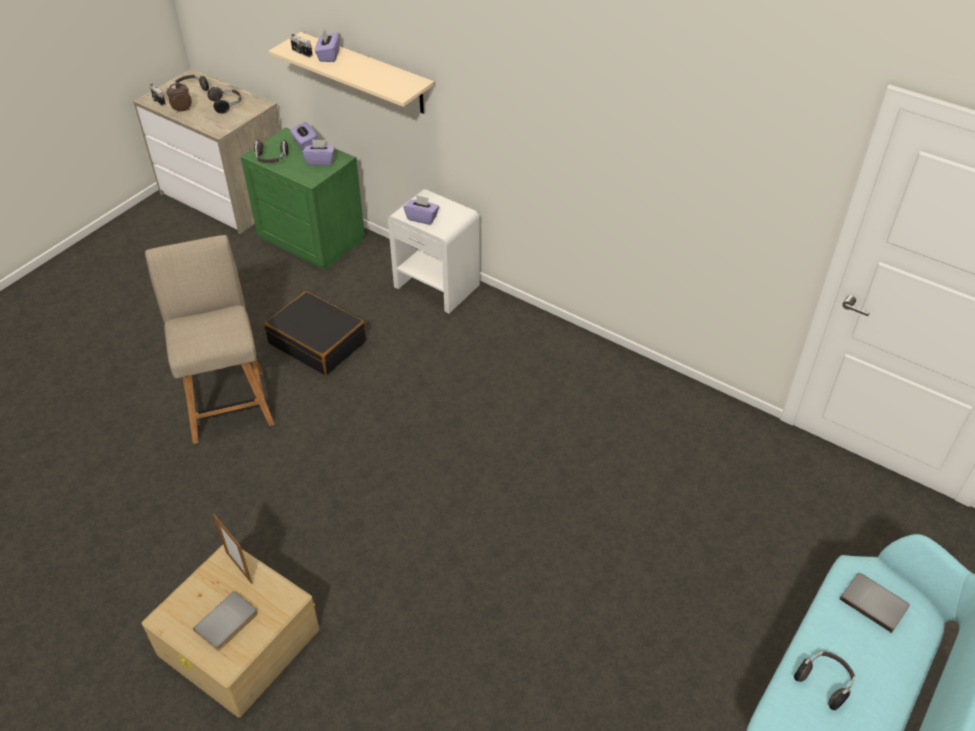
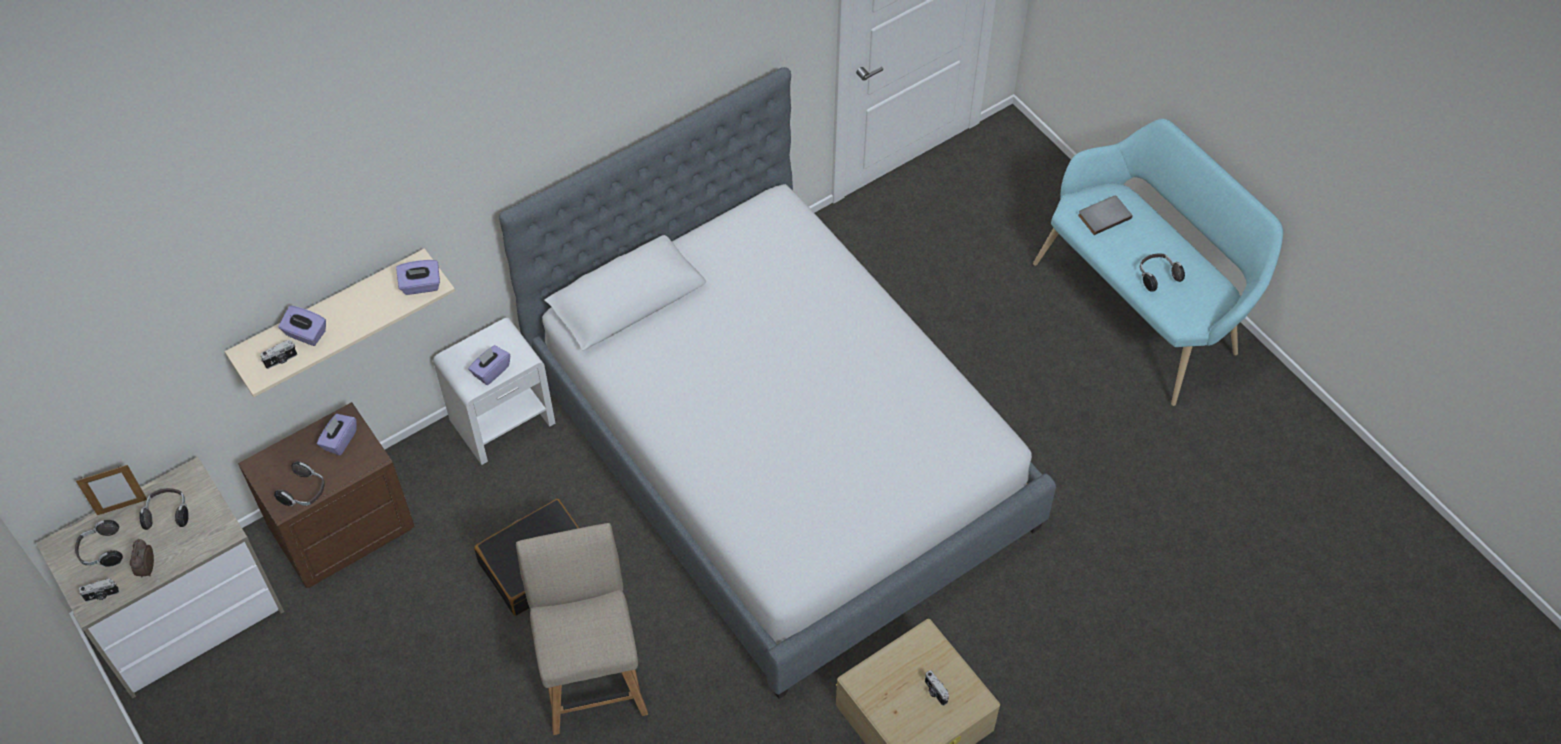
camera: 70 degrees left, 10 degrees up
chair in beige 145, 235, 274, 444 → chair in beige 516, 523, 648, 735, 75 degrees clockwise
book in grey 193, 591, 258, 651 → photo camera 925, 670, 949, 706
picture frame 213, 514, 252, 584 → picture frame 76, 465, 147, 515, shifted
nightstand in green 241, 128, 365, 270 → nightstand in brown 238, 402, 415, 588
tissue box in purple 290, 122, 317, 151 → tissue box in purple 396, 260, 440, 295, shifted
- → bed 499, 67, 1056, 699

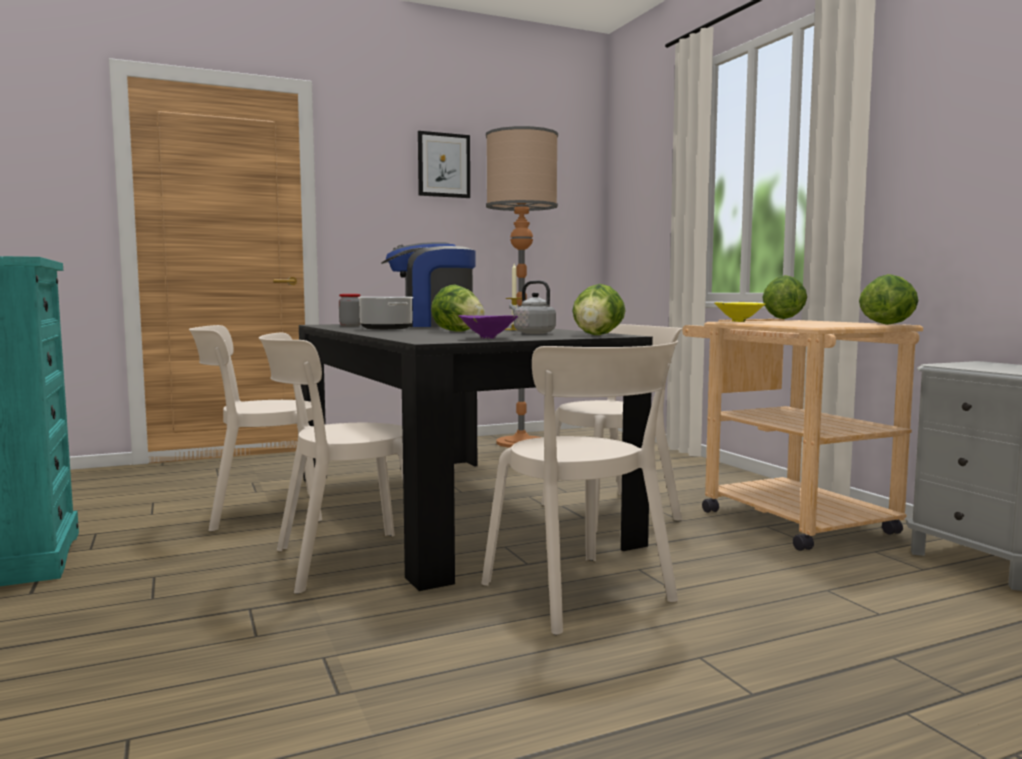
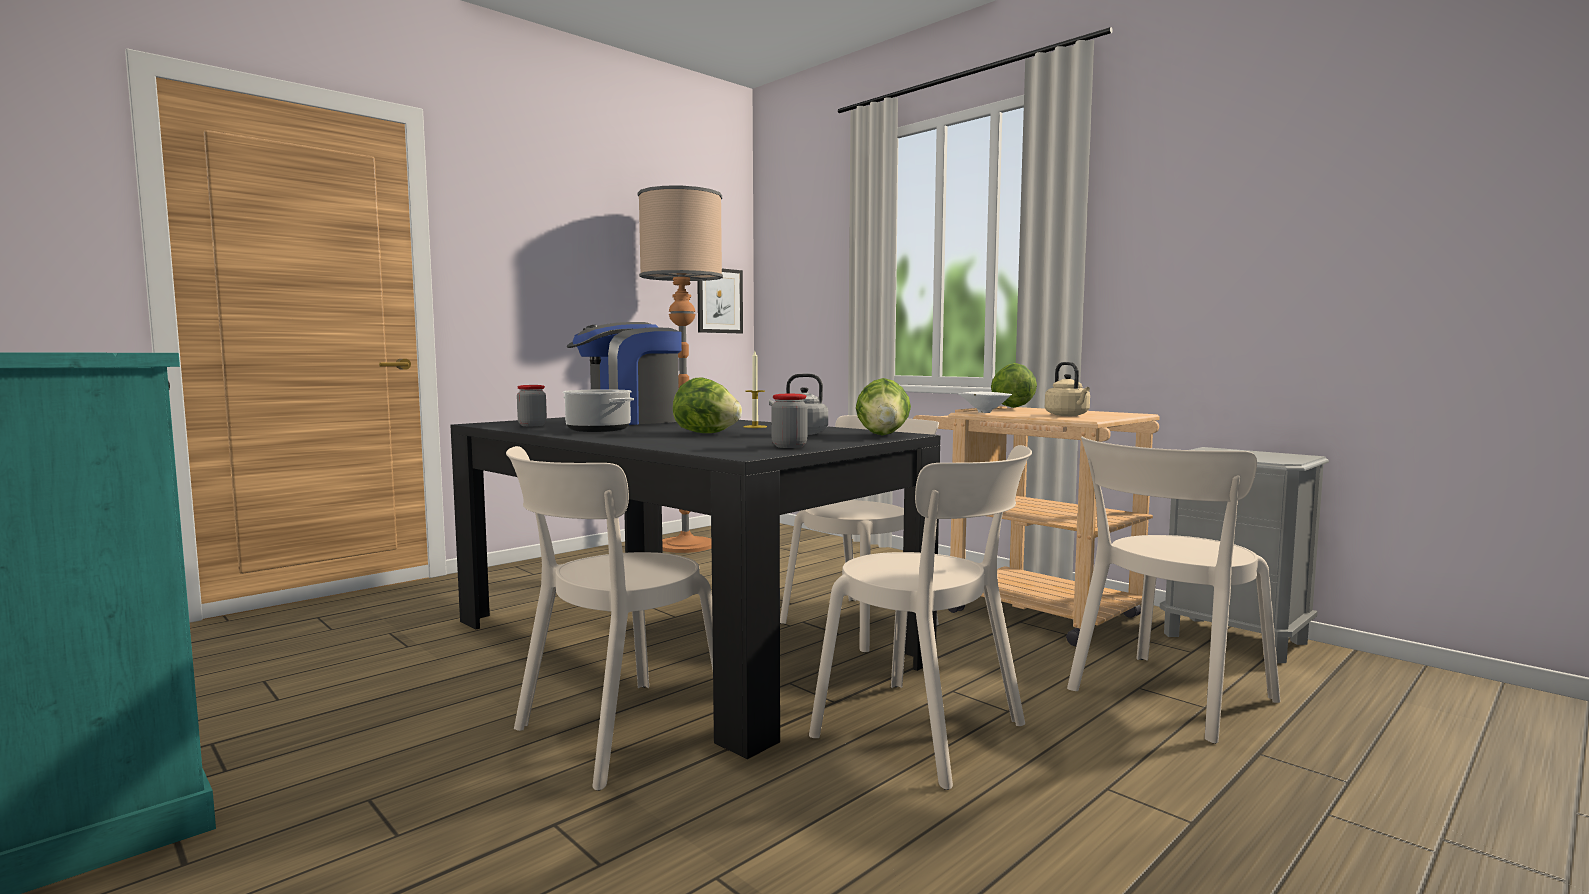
camera: 20 degrees left, 0 degrees up
chair in beige 189, 325, 322, 532 → chair in beige 1067, 437, 1281, 744, shifted
picture 418, 131, 470, 198 → picture 697, 269, 743, 333, shifted
bowl in purple 458, 315, 518, 339 → jar 771, 394, 808, 448
bowl in yellow 714, 302, 765, 322 → bowl in white 958, 392, 1012, 413
lettuce 859, 274, 918, 325 → -
- → kettle in beige 1045, 362, 1090, 416

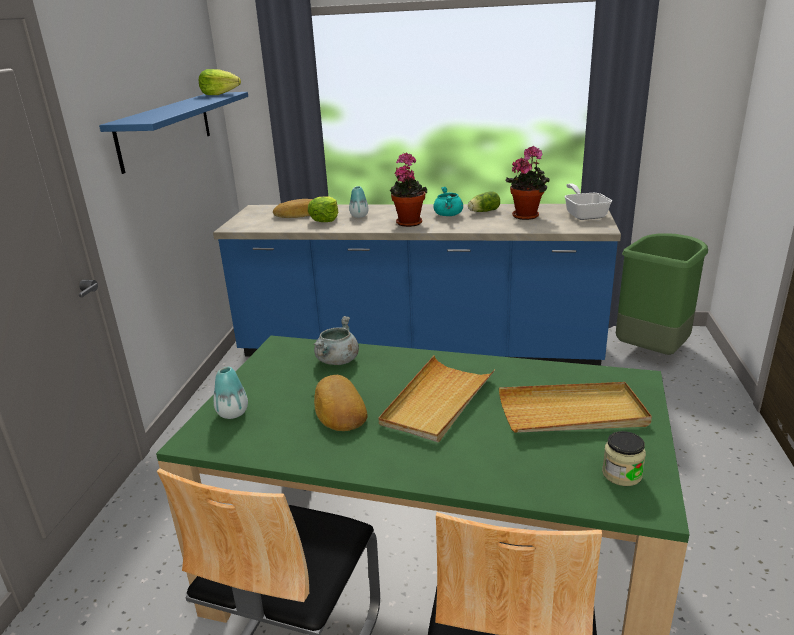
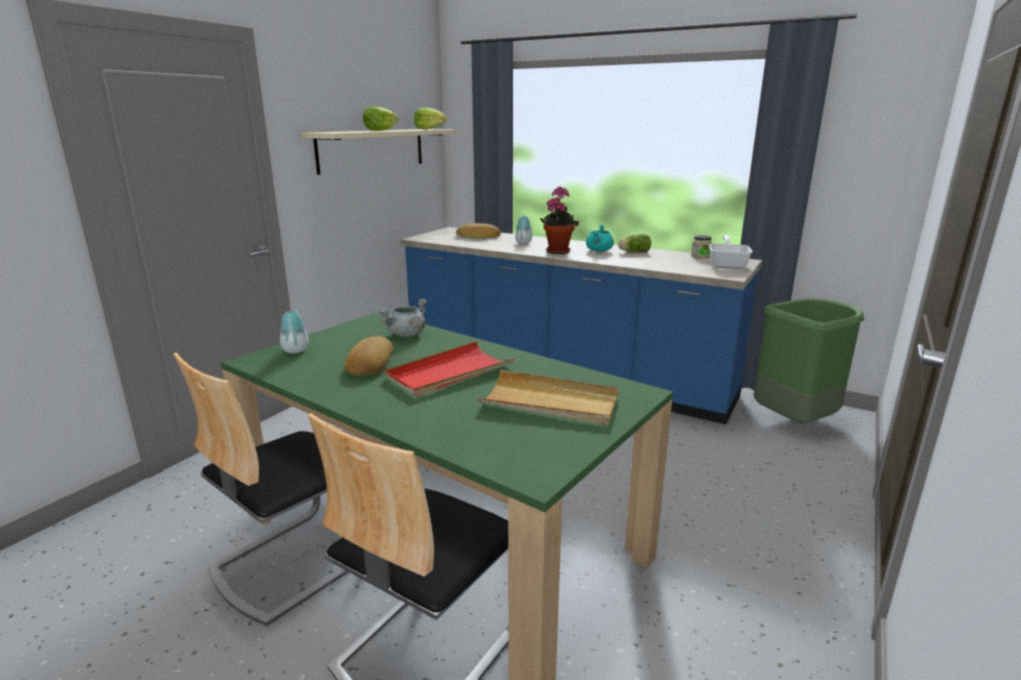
camera: 20 degrees right, 5 degrees down
shelf in blue 99, 92, 248, 174 → shelf in beige 301, 129, 455, 175
lettuce 308, 196, 338, 222 → lettuce 363, 107, 398, 131, shifted
tray in beige 379, 355, 495, 442 → tray in red 384, 341, 514, 397
potted plant 505, 146, 550, 220 → -
jar 602, 431, 646, 486 → jar 691, 235, 712, 258, shifted

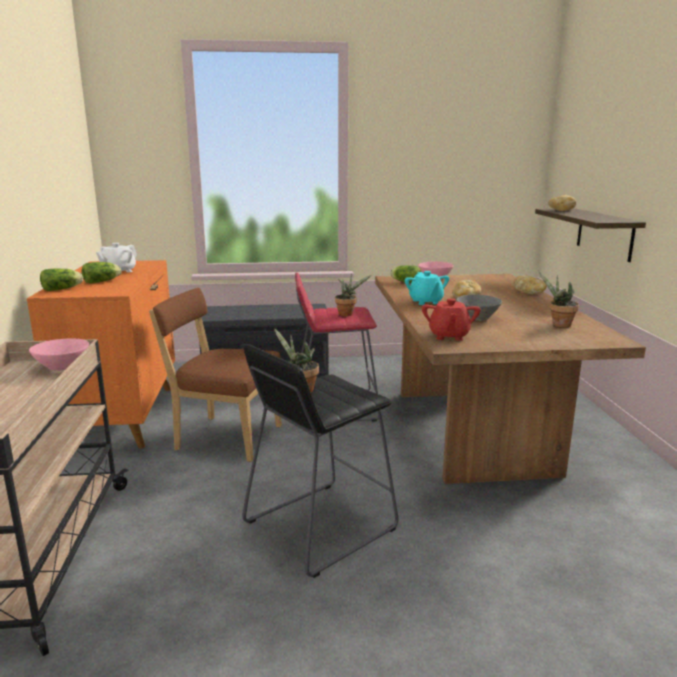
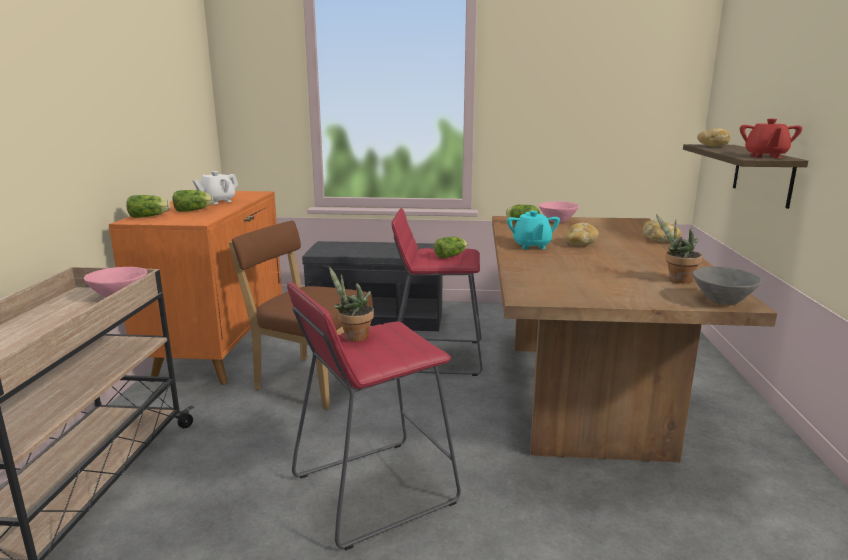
camera: 10 degrees right, 0 degrees up
stool in black 242, 344, 398, 578 → stool in red 287, 282, 461, 551
potted plant 335, 274, 371, 316 → lettuce 434, 237, 467, 258
teapot in red 422, 298, 481, 341 → teapot in red 740, 119, 802, 158, shifted
bowl in grey 456, 294, 502, 321 → bowl in grey 693, 266, 762, 305, shifted

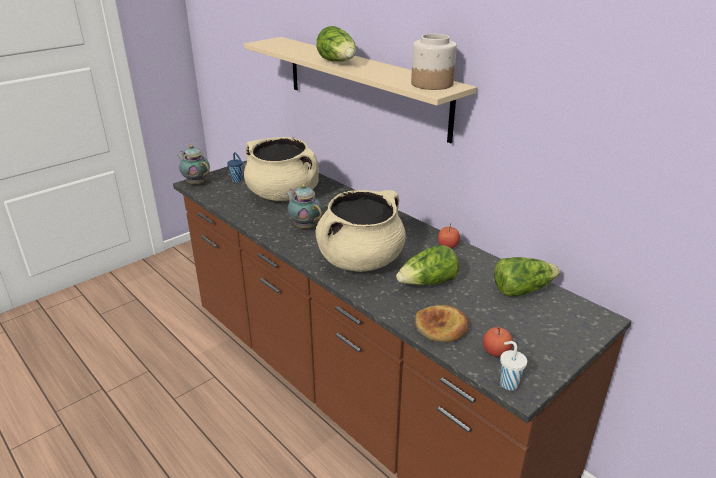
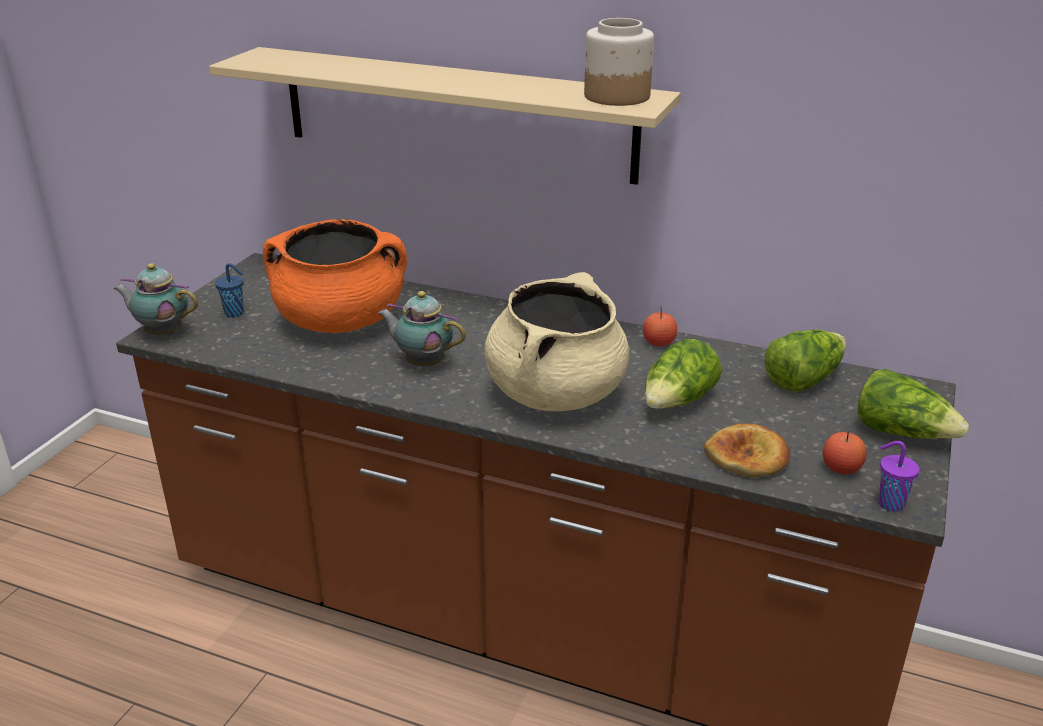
camera: 25 degrees left, 0 degrees up
cooking pot in beige 244, 137, 319, 201 → cooking pot in orange 263, 219, 407, 333
lettuce 316, 26, 356, 61 → lettuce 858, 369, 969, 439, shifted
cup in white 500, 341, 527, 390 → cup in purple 878, 441, 920, 512

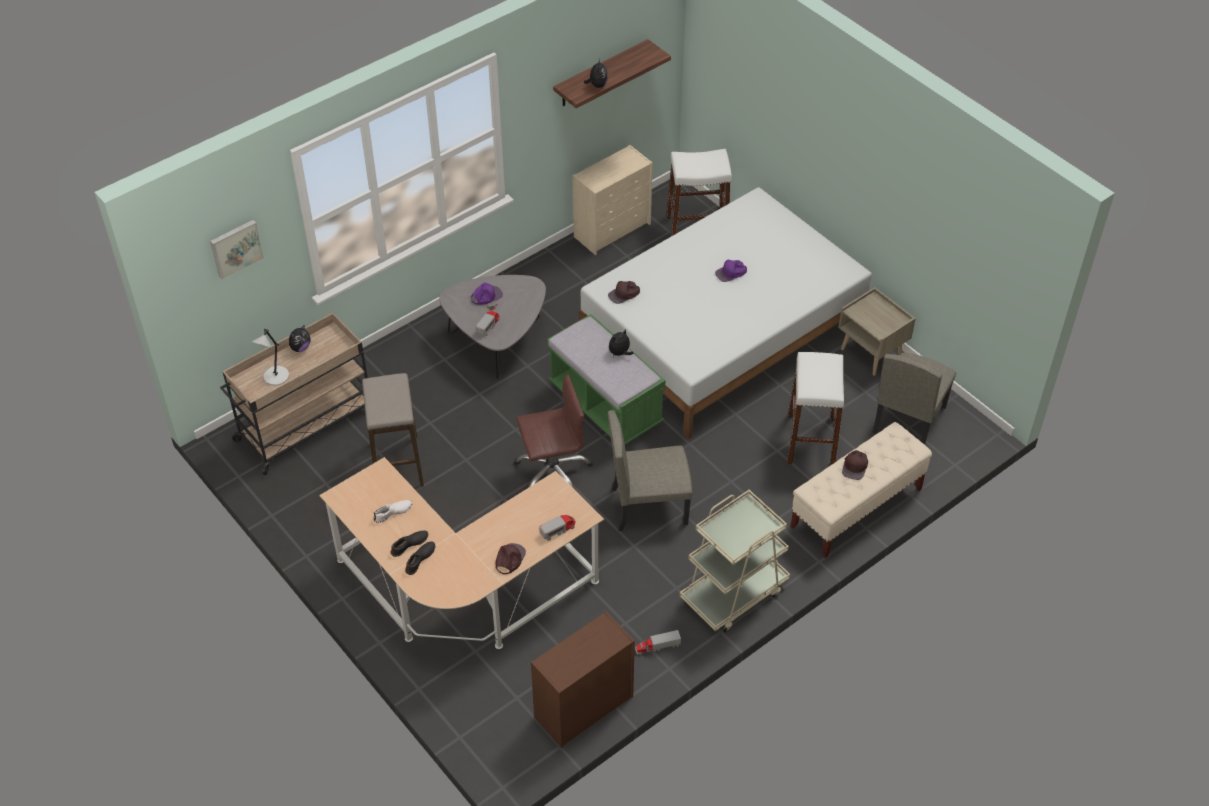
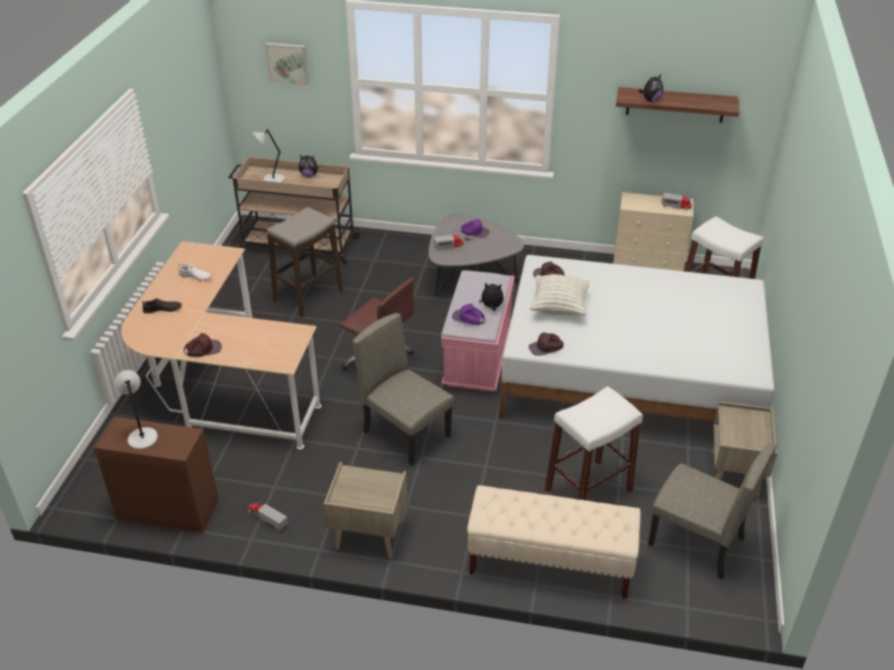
camera: 50 degrees right, 10 degrees down
shoe in black 390, 530, 428, 557 → -
toy truck 539, 515, 576, 541 → toy truck 661, 193, 692, 210, shifted
bench in green 547, 314, 665, 445 → bench in pink 441, 270, 514, 392
cart in beige 680, 490, 790, 632 → nightstand in beige 324, 462, 407, 558
cap in purple 715, 260, 747, 282 → cap in purple 452, 304, 485, 325, shifted
cap in brown 842, 450, 868, 480 → cap in brown 529, 332, 564, 356, shifted
chair in beige 873, 353, 956, 445 → chair in beige 648, 443, 777, 580, 135 degrees counterclockwise
- → table lamp in grey 115, 370, 158, 449
- → pillow 530, 274, 590, 315

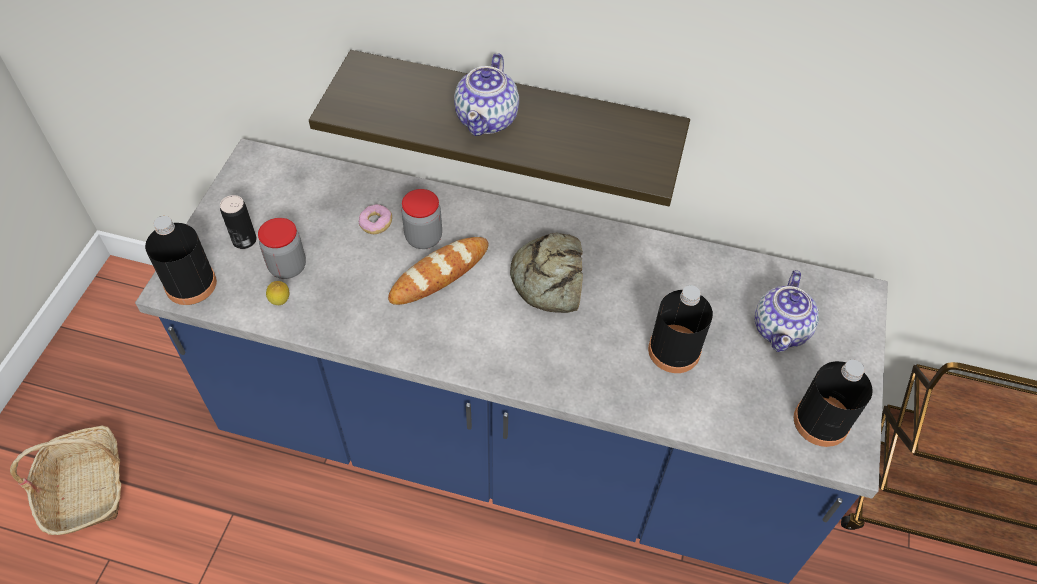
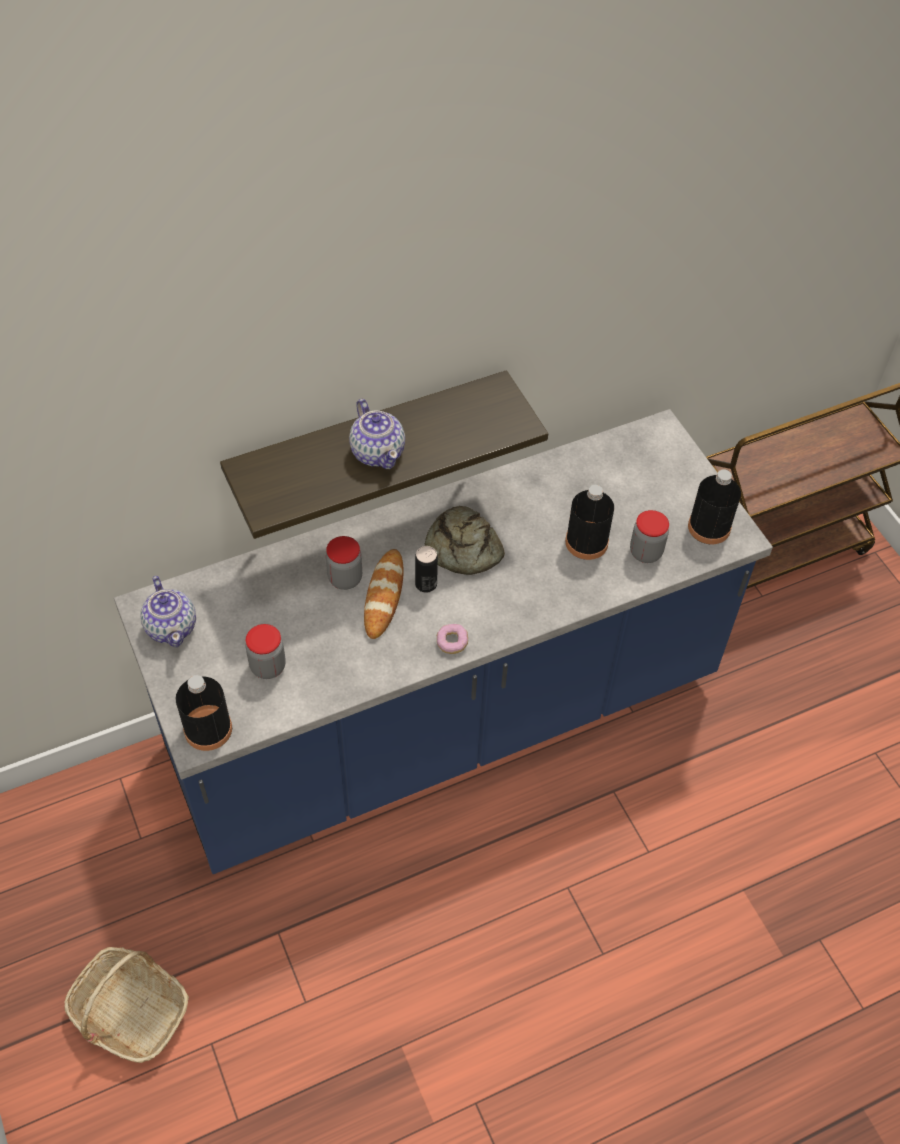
camera: 40 degrees left, 0 degrees up
can 220, 195, 257, 249 → can 415, 546, 438, 593, shifted
lemon 266, 281, 289, 305 → -
donut 359, 204, 392, 234 → donut 437, 624, 468, 654, shifted
teapot 755, 270, 819, 352 → teapot 140, 576, 196, 647, shifted
- → jar 630, 510, 669, 563

